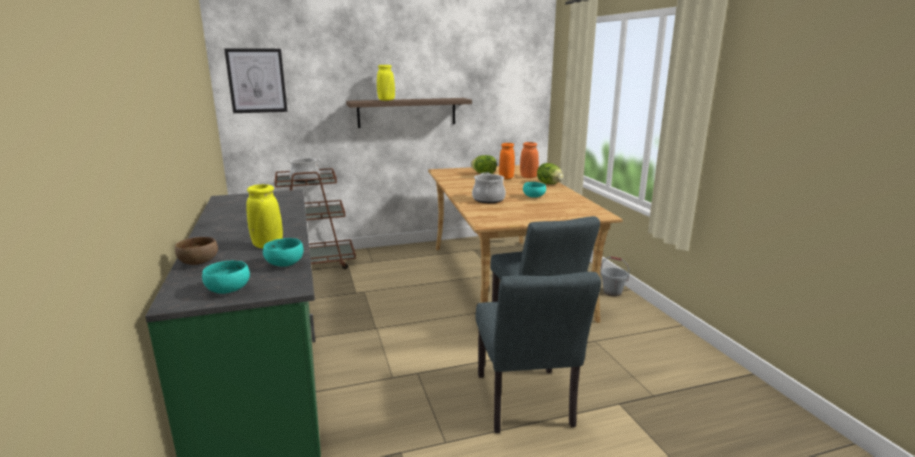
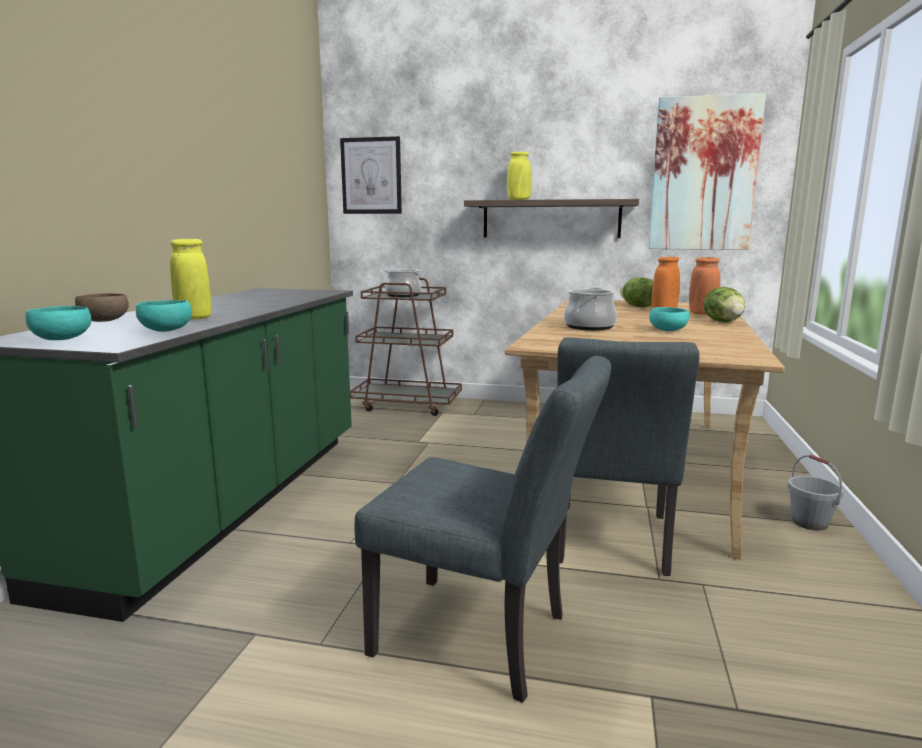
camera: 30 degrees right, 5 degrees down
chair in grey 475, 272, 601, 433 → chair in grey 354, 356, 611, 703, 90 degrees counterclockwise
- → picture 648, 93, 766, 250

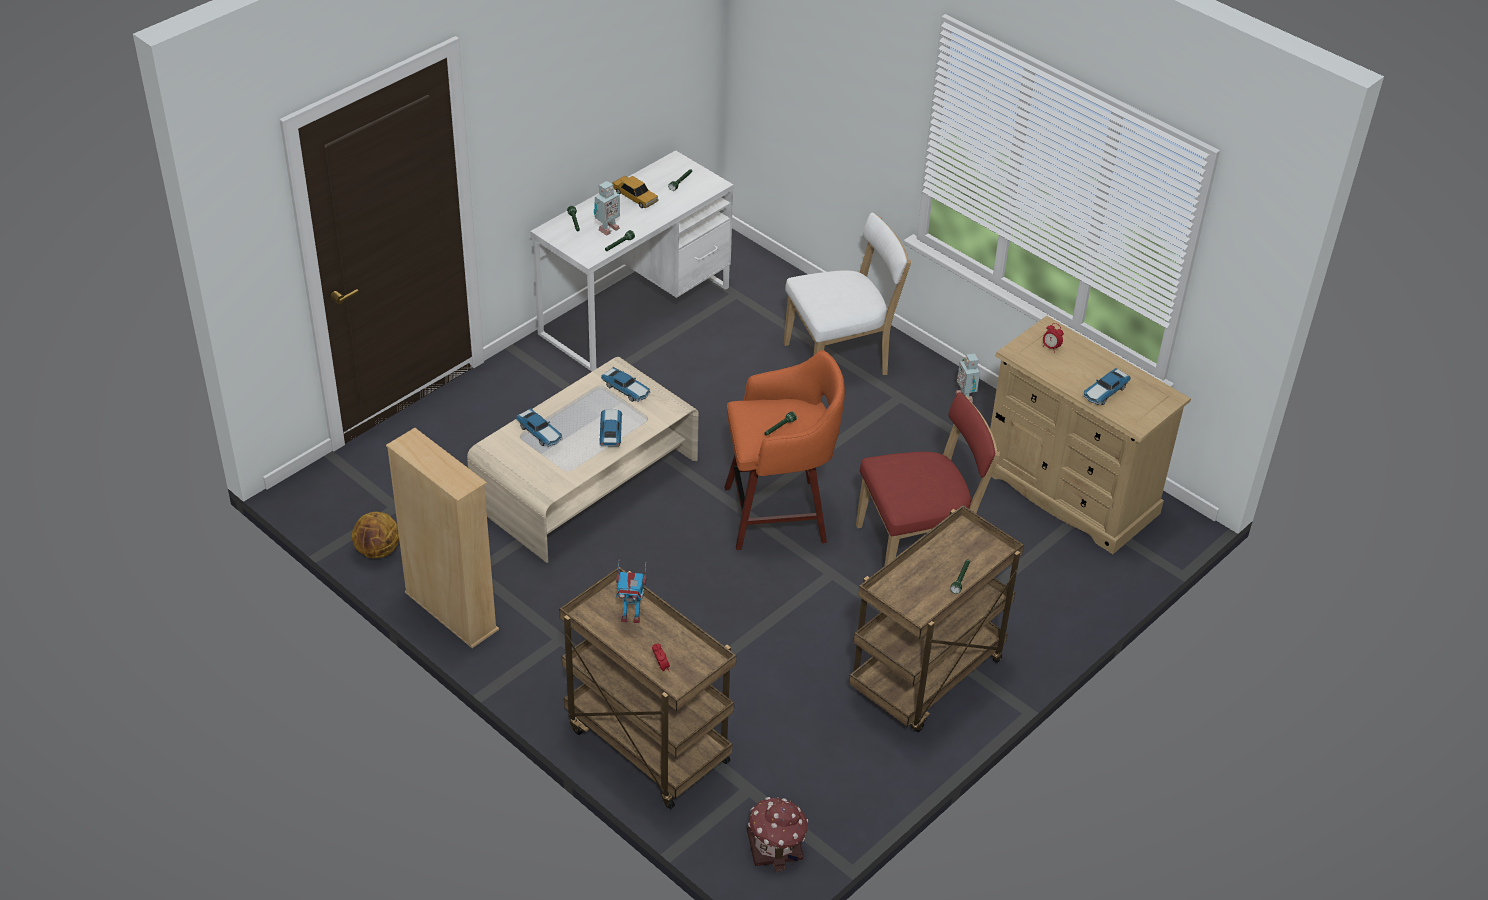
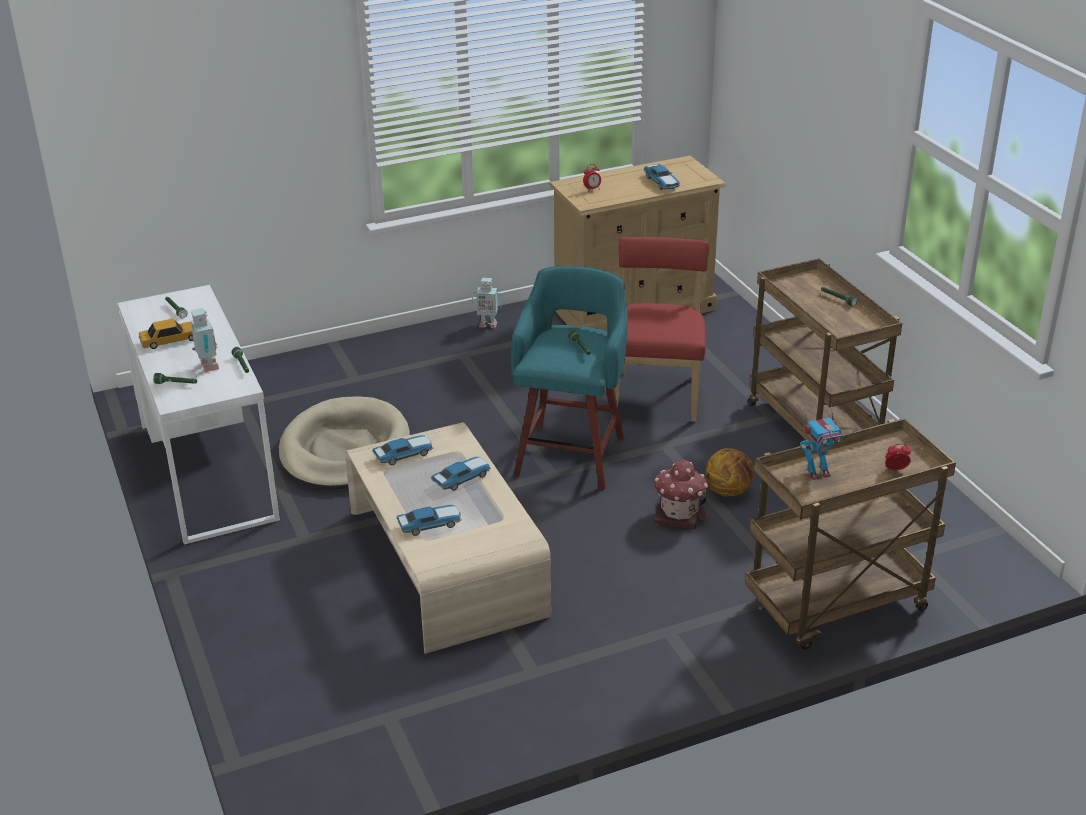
camera: 65 degrees left, 10 degrees down
basketball 351, 512, 399, 558 → basketball 705, 448, 754, 497, shifted
bookcase in beige 386, 428, 499, 648 → -
toy car 600, 409, 622, 446 → toy car 431, 457, 491, 491, 120 degrees clockwise
toy robot 616, 565, 646, 623 → toy robot 801, 407, 843, 480, 45 degrees clockwise
stool in orange 724, 350, 845, 550 → stool in turquoise 511, 266, 628, 490
toy house 747, 797, 808, 872 → toy house 654, 460, 708, 530, shifted
chair in white 783, 213, 911, 375 → -
- → dog bed in beige 279, 396, 410, 489

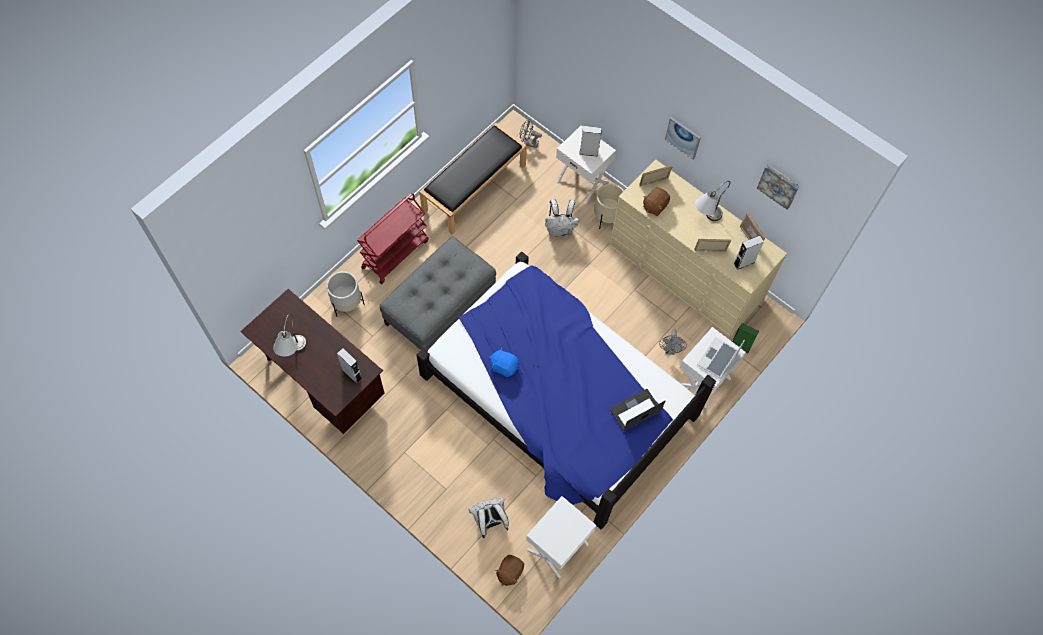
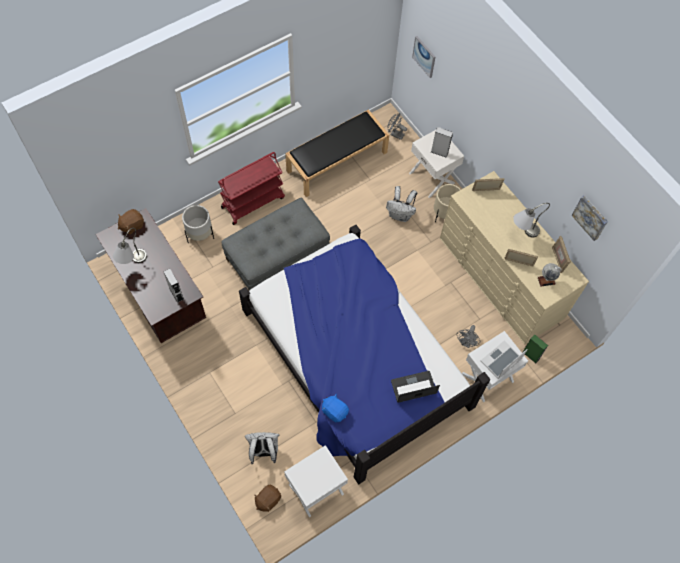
camera: 15 degrees right, 0 degrees up
plush toy in blue 489, 347, 519, 377 → plush toy in blue 322, 394, 349, 422, shifted
plush toy in brown 643, 187, 670, 216 → plush toy in brown 118, 209, 144, 235, shifted
picture 665, 117, 701, 160 → picture 412, 36, 435, 78, shifted
speaker in grey 733, 236, 764, 270 → globe 538, 263, 562, 287

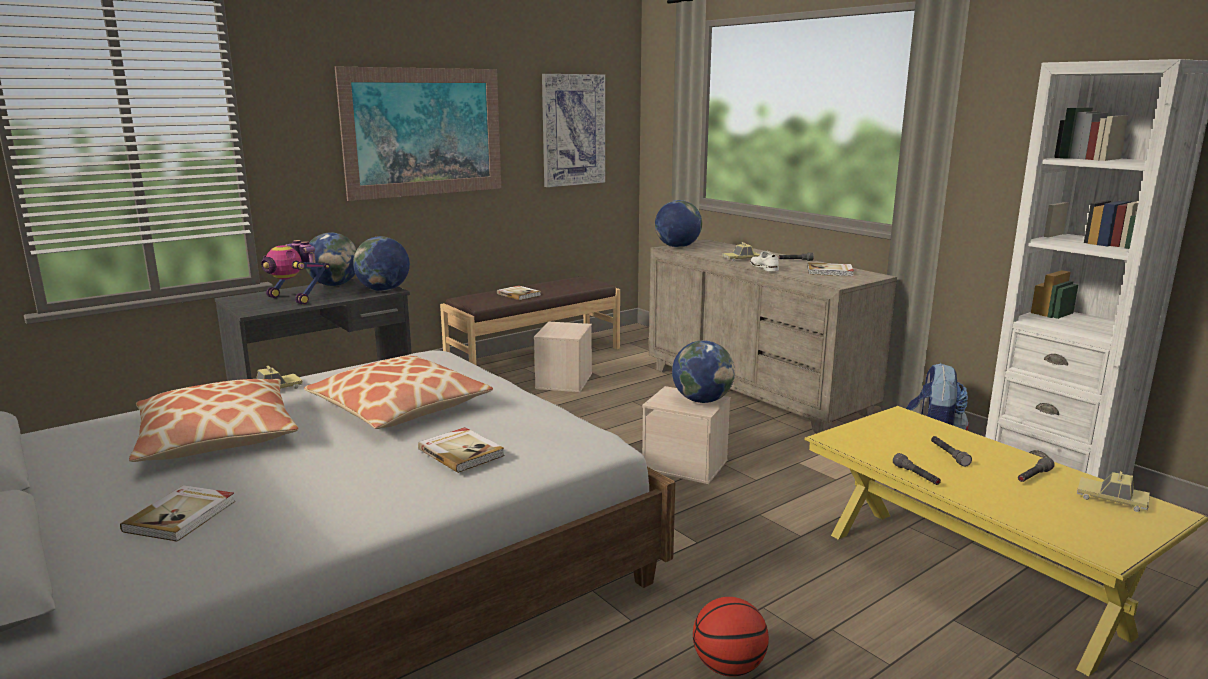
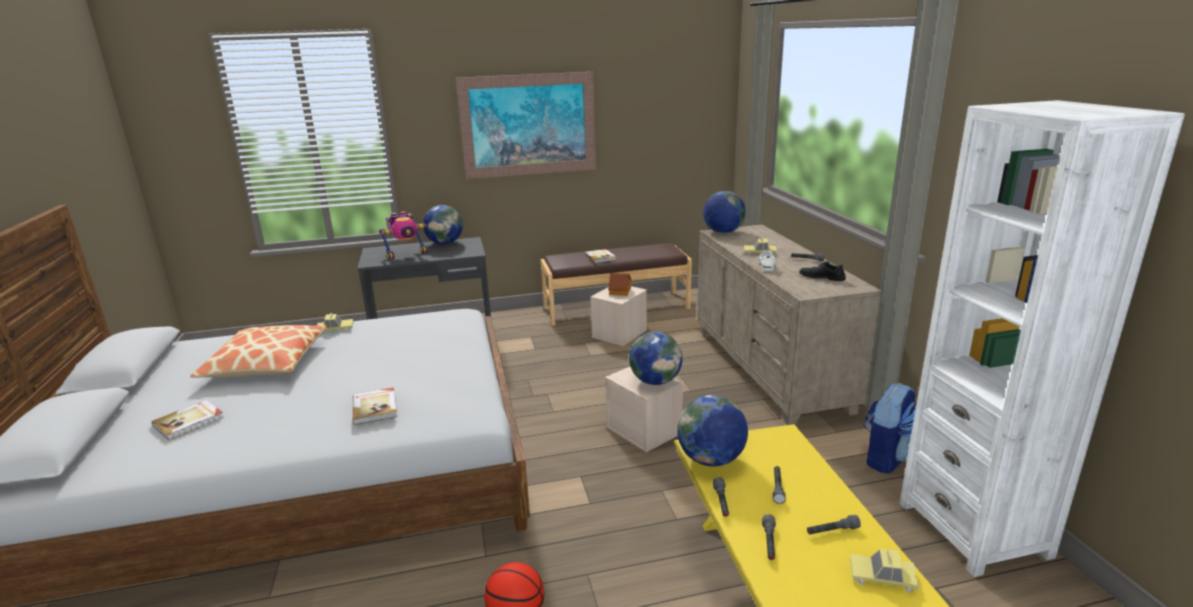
camera: 25 degrees right, 5 degrees up
toy robot 261, 240, 330, 305 → toy robot 379, 211, 428, 260, 90 degrees counterclockwise
pillow 304, 356, 493, 429 → -
globe 353, 236, 410, 291 → globe 677, 395, 748, 467, shifted
picture 542, 74, 605, 187 → -
book 808, 263, 854, 276 → shoe in black 799, 261, 846, 281
toy car 1077, 471, 1150, 512 → toy car 850, 549, 919, 592, 45 degrees counterclockwise
- → toy house 608, 273, 632, 296
- → flashlight in grey 762, 514, 776, 560

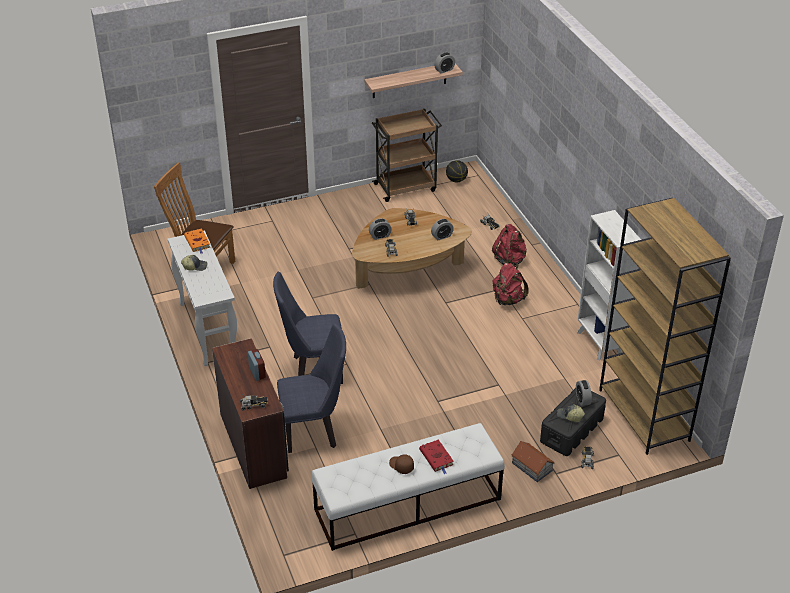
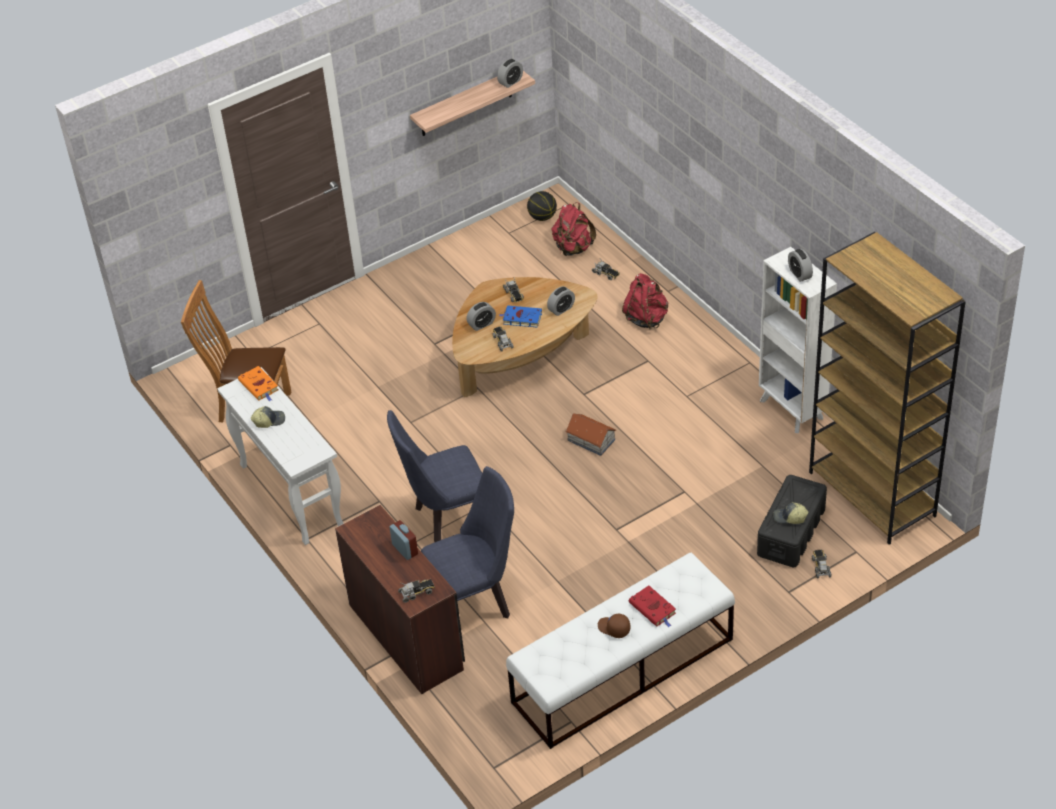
camera: 10 degrees left, 5 degrees up
cart in brown 372, 109, 442, 202 → -
backpack in red 492, 263, 529, 305 → backpack in red 551, 202, 596, 256, shifted
toy house 511, 441, 555, 482 → toy house 565, 413, 616, 456, shifted
alarm clock 576, 380, 592, 406 → alarm clock 788, 249, 813, 282, shifted
- → book in blue 499, 305, 542, 328

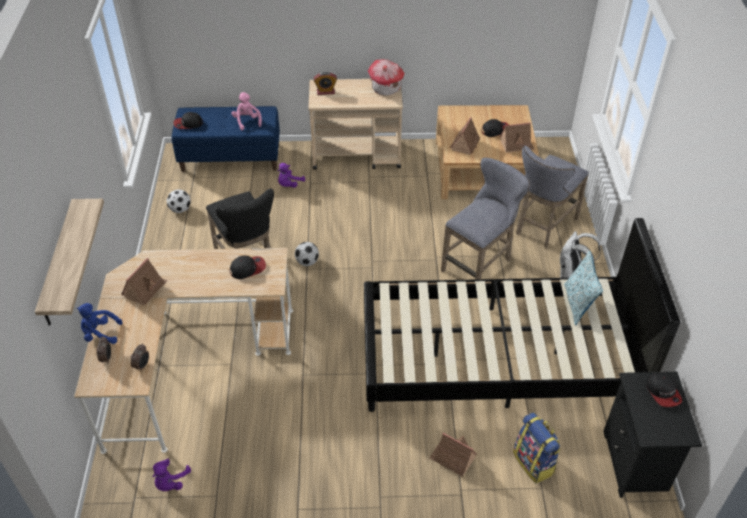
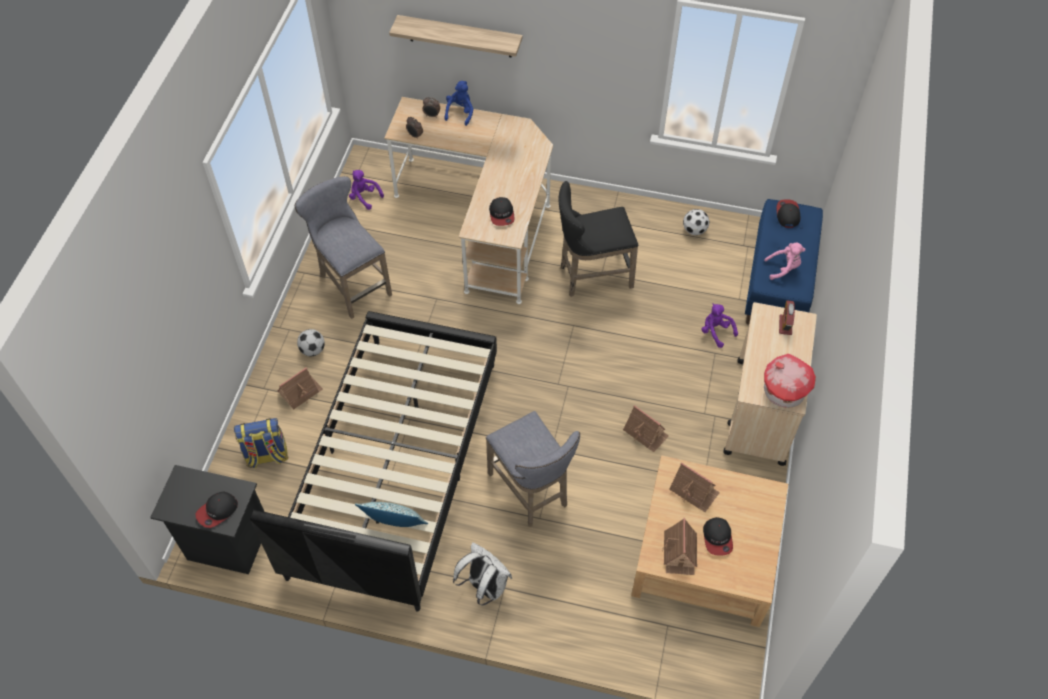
camera: 105 degrees right, 10 degrees up
toy house 121, 258, 167, 306 → toy house 623, 405, 669, 452, shifted
football 295, 242, 319, 266 → football 297, 329, 325, 356, shifted
stool in grey 516, 146, 589, 249 → stool in grey 294, 176, 392, 319, shifted
cap 646, 372, 682, 407 → cap 196, 492, 238, 528, 45 degrees counterclockwise

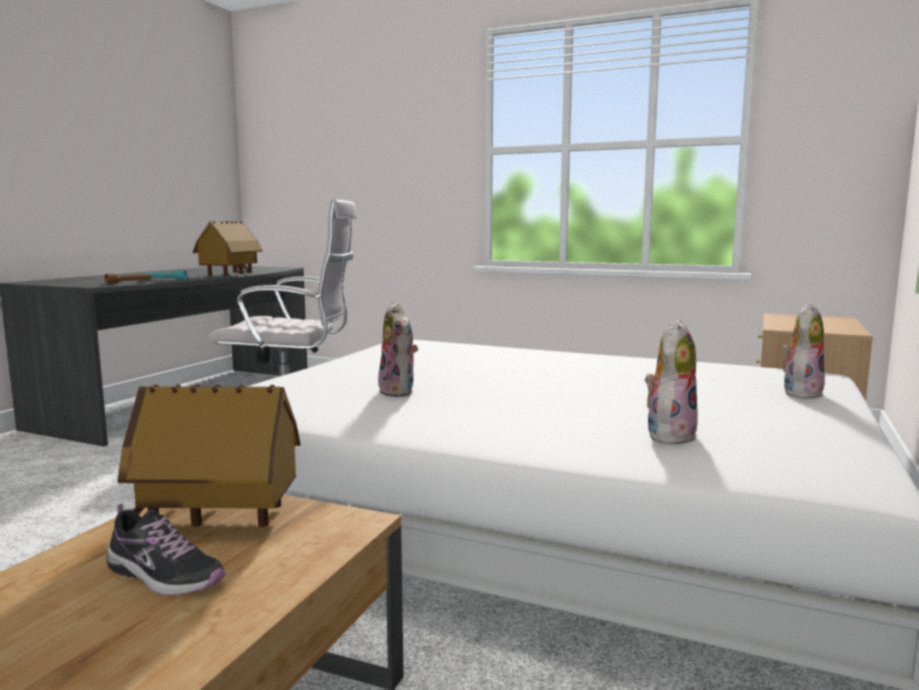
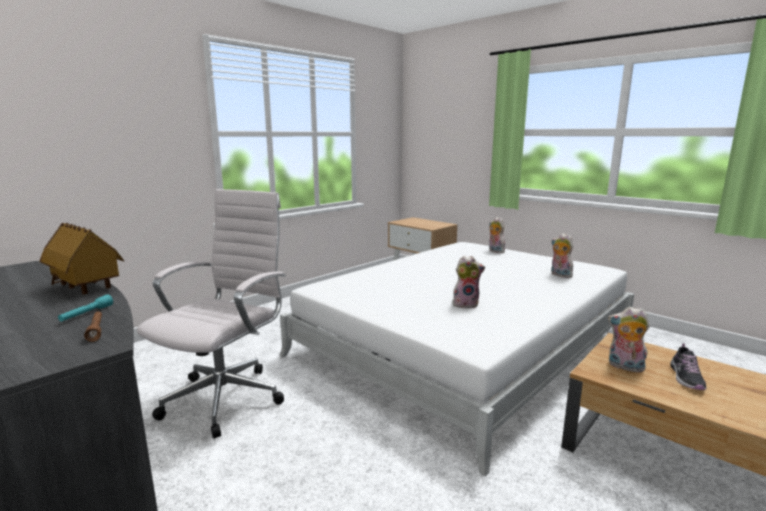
camera: 70 degrees left, 5 degrees up
shoe 106, 504, 225, 596 → shoe 670, 343, 706, 390, 150 degrees clockwise
toy house 117, 384, 301, 527 → plush toy 608, 307, 650, 372

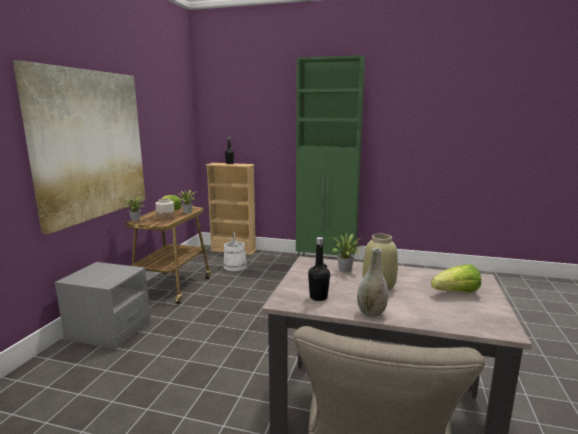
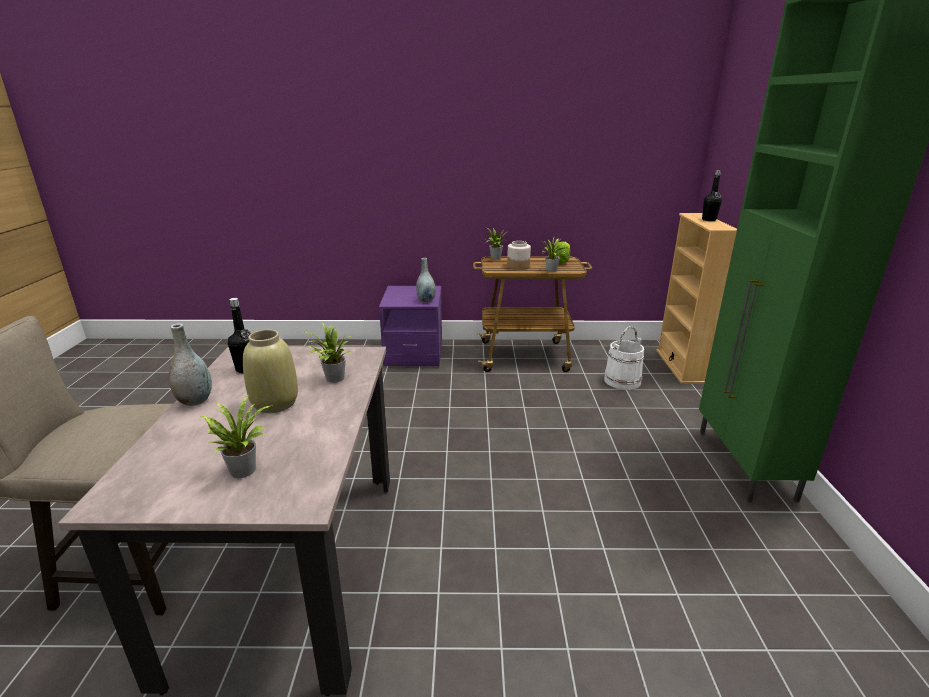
camera: 75 degrees right, 10 degrees up
picture 13, 60, 146, 234 → -
nightstand in grey 55, 262, 151, 350 → nightstand in purple 379, 286, 442, 366
lettuce 431, 264, 481, 293 → potted plant 201, 396, 273, 478
- → vase in grey 416, 258, 436, 303

